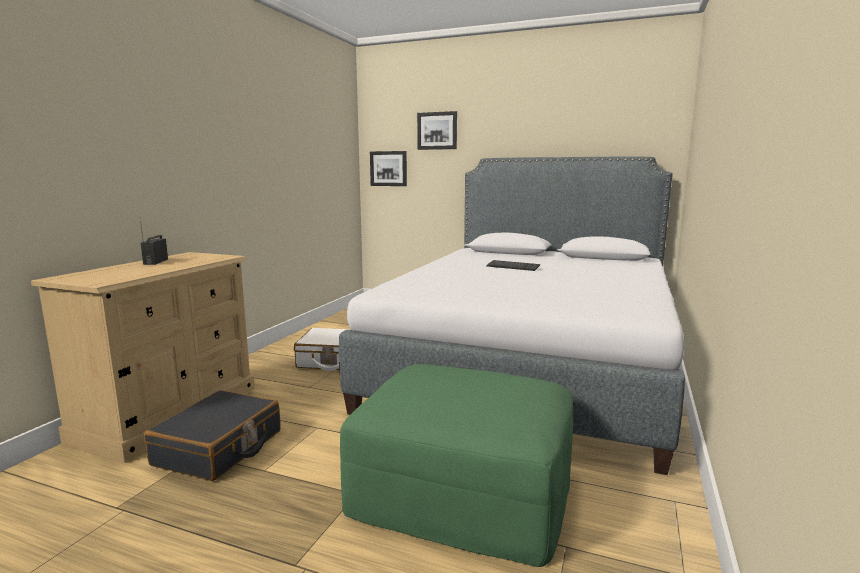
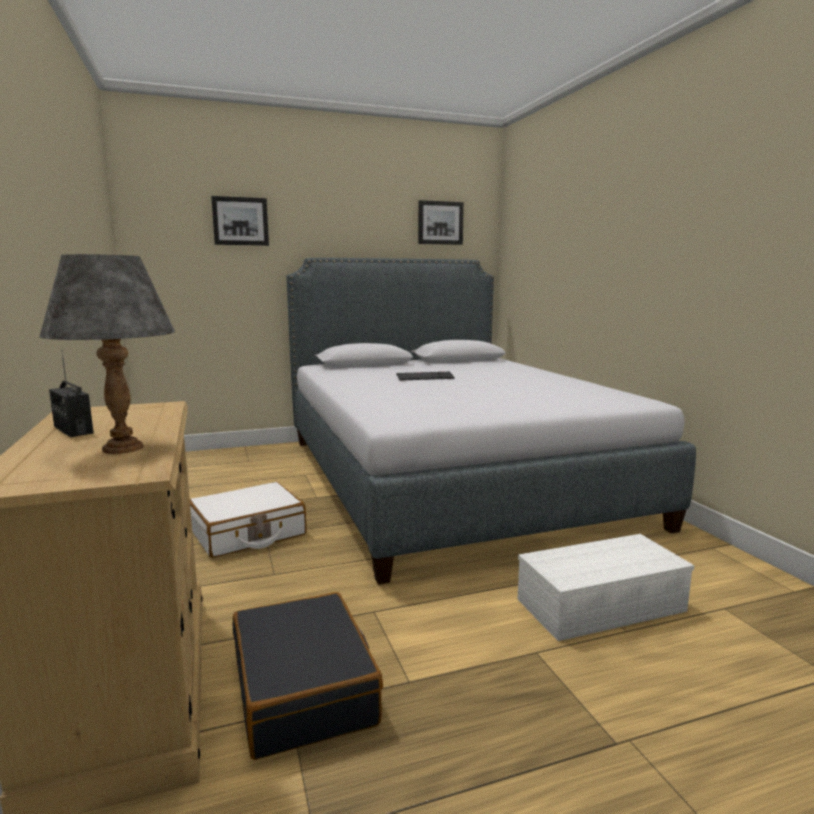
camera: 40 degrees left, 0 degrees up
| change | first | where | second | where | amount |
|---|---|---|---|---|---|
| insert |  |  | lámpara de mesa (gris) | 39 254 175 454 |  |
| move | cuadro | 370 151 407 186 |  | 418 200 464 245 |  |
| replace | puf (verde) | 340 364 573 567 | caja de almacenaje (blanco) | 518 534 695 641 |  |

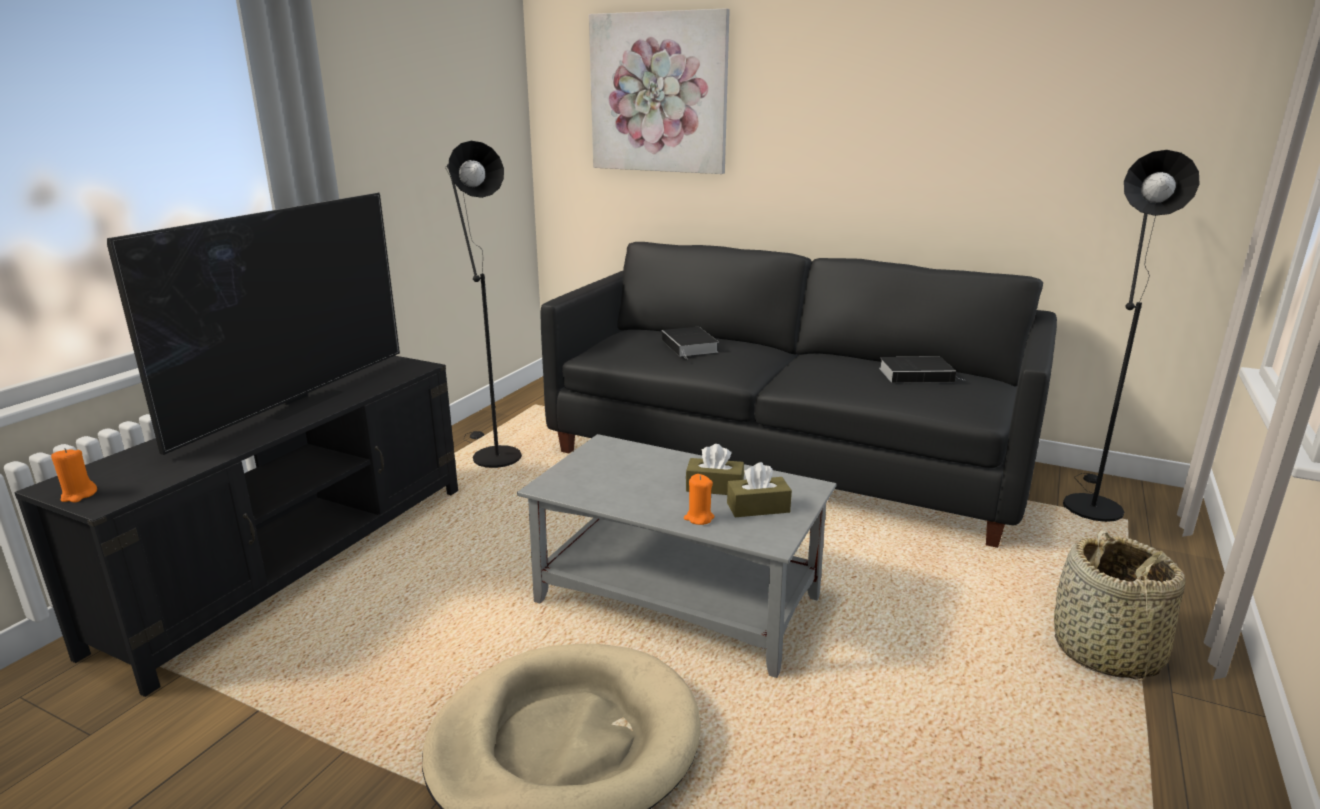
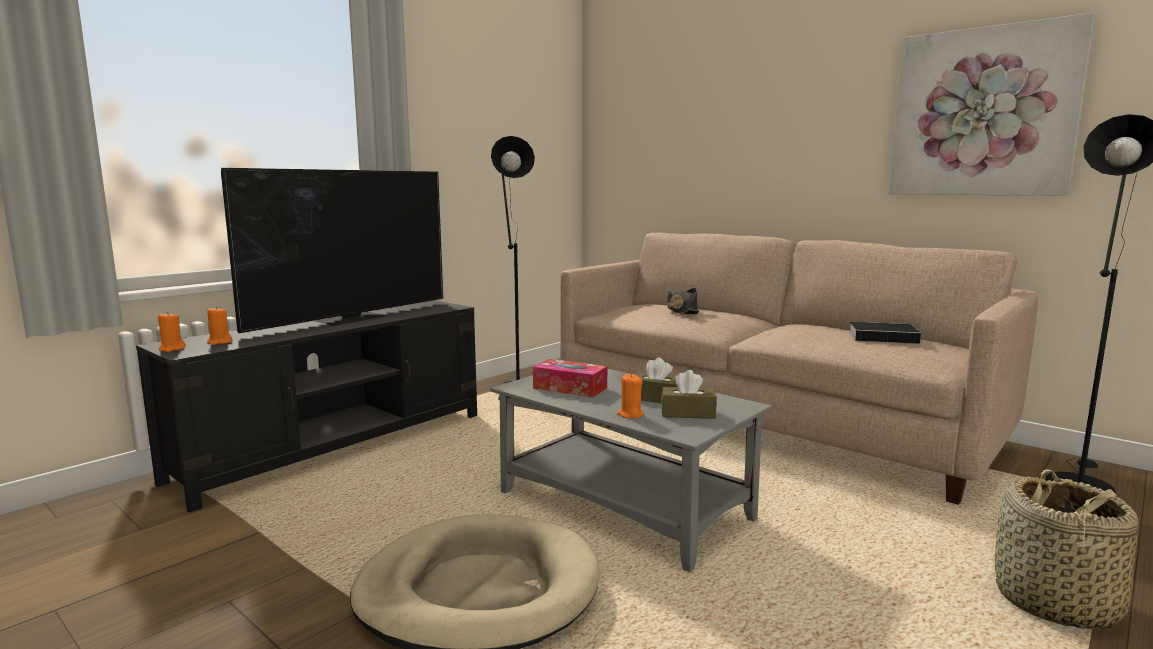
camera: 15 degrees right, 10 degrees down
| change | first | where | second | where | amount |
|---|---|---|---|---|---|
| insert |  |  | vela (naranja) | 207 307 232 345 |  |
| insert |  |  | caja de pañuelos | 533 359 607 397 |  |
| move | cuadro | 589 8 730 174 |  | 889 13 1095 196 |  |
| replace | libro | 661 327 719 359 | sombrero (negro) | 667 288 699 314 |  |
| recolor | sofá (negro) | 540 242 1057 548 | sofá (beis) | 560 233 1038 505 |  |

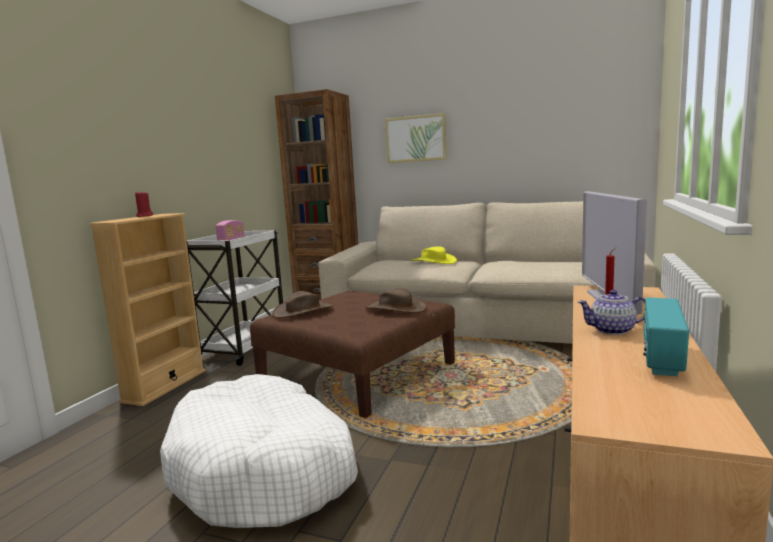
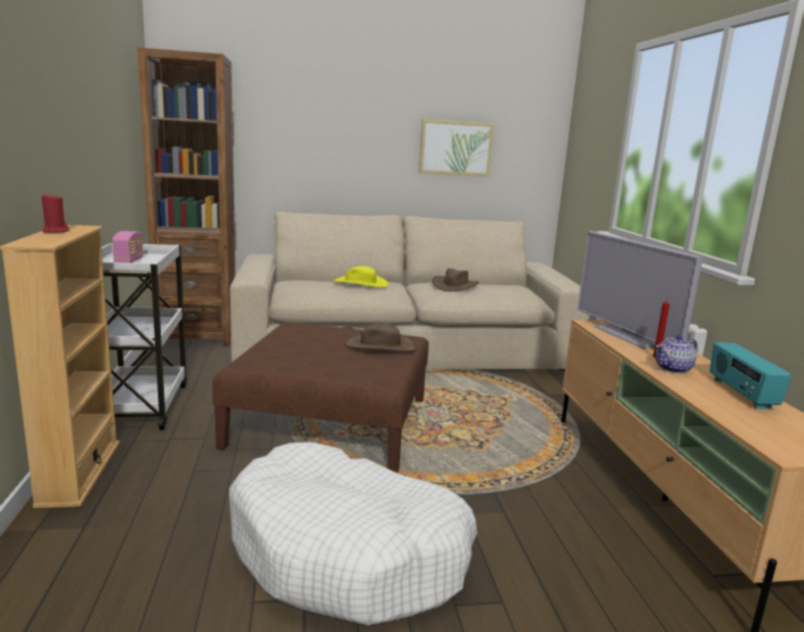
camera: 30 degrees left, 5 degrees up
| change | first | where | second | where | amount |
|---|---|---|---|---|---|
| move | sombrero (marrón) | 272 291 333 318 |  | 432 268 479 291 |  |
| move | cuadro | 385 113 447 163 |  | 419 119 494 176 |  |

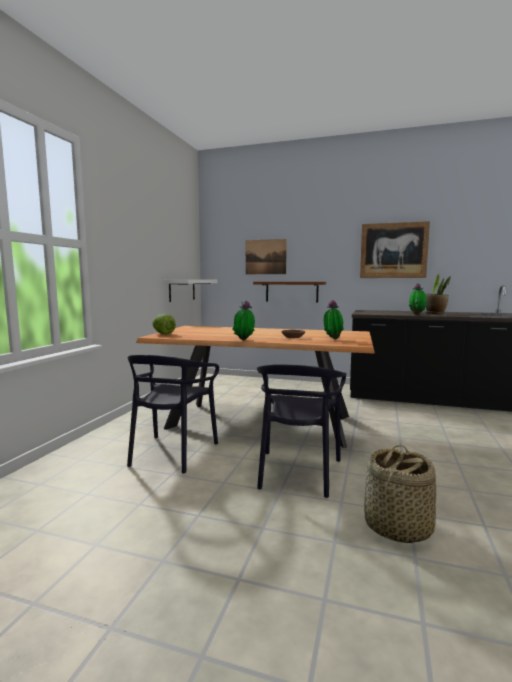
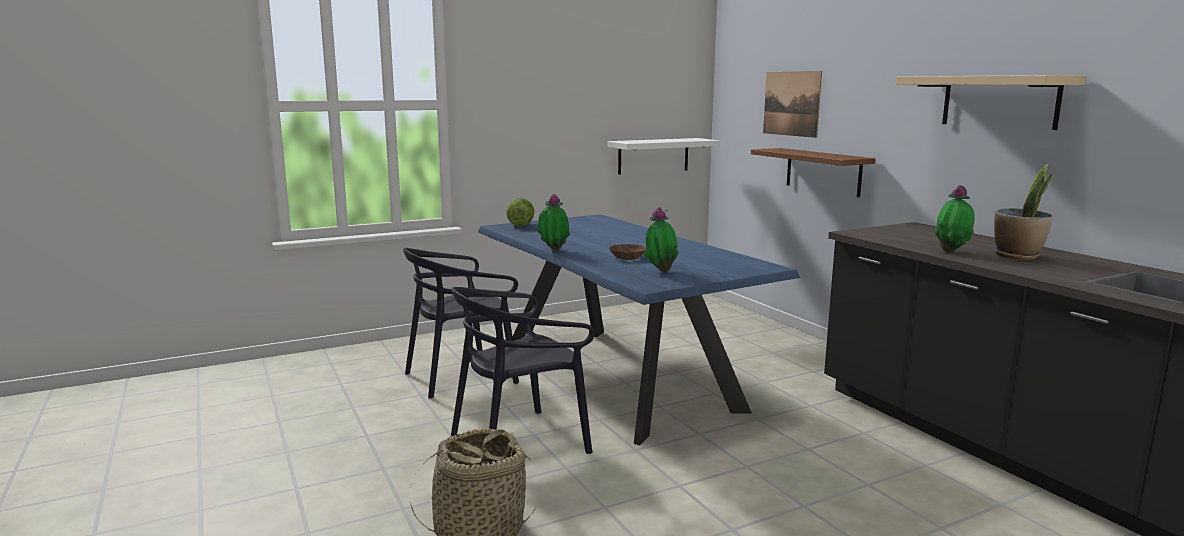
camera: 45 degrees right, 5 degrees up
| change | first | where | second | where | amount |
|---|---|---|---|---|---|
| replace | cuadro | 360 221 430 278 | estante (beis) | 896 75 1086 130 |  |
| recolor | mesa de comedor (marrón) | 136 326 375 448 | mesa de comedor (azul) | 478 214 800 445 |  |

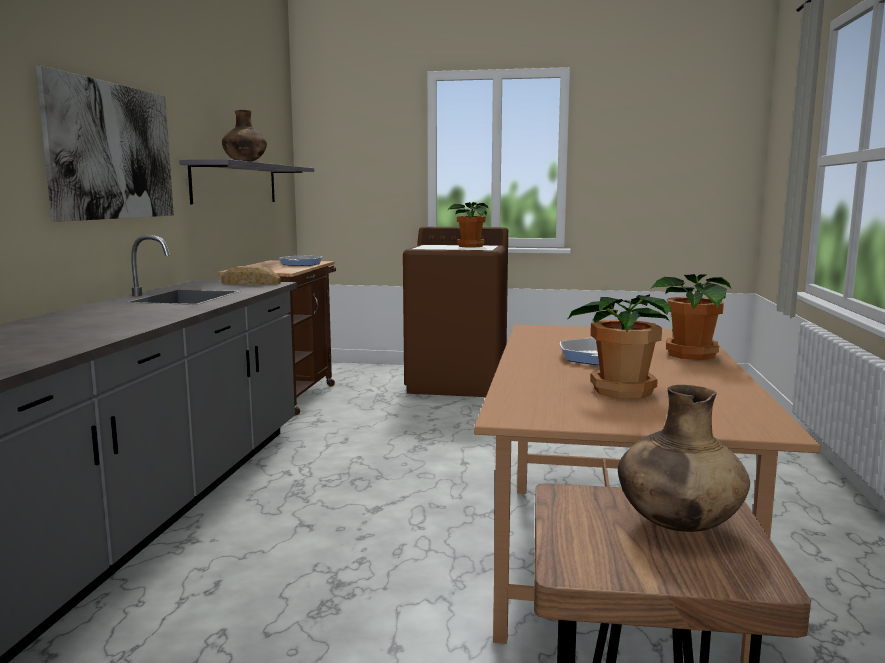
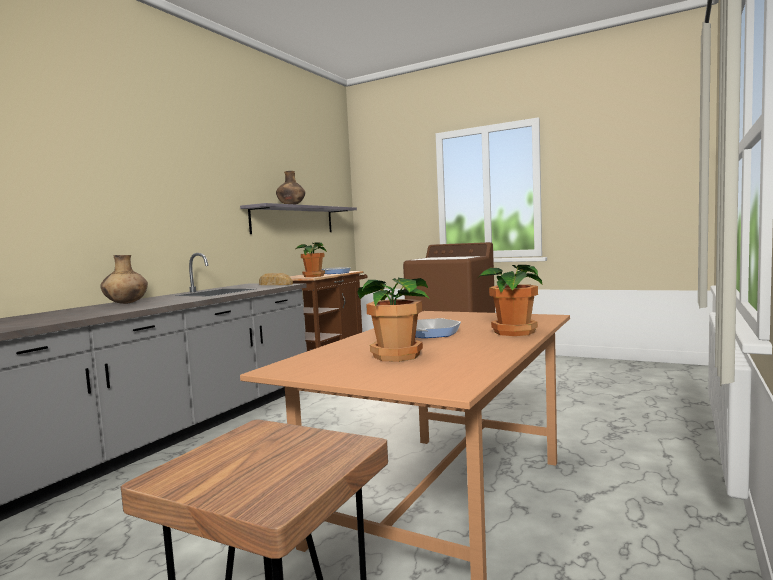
camera: 20 degrees right, 5 degrees down
| change | first | where | second | where | amount |
|---|---|---|---|---|---|
| delete | cuadro | 36 65 174 222 |  |  |  |
| move | planta en maceta | 448 202 489 247 |  | 295 242 327 277 |  |
| move | florero (marrón) | 618 385 750 532 |  | 100 255 148 304 |  |

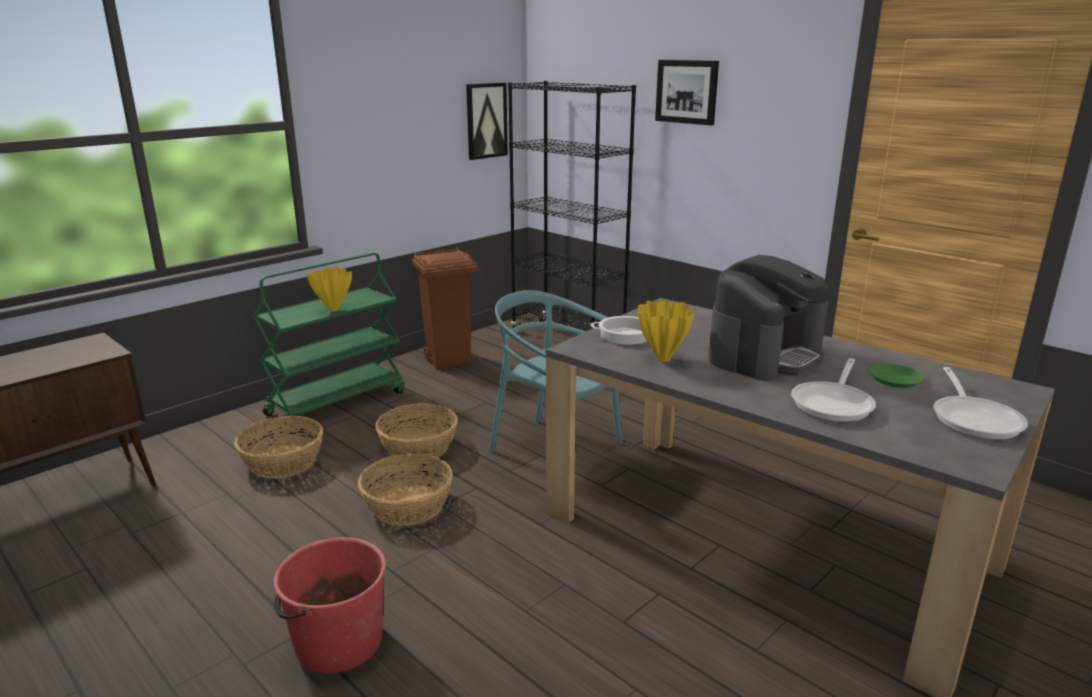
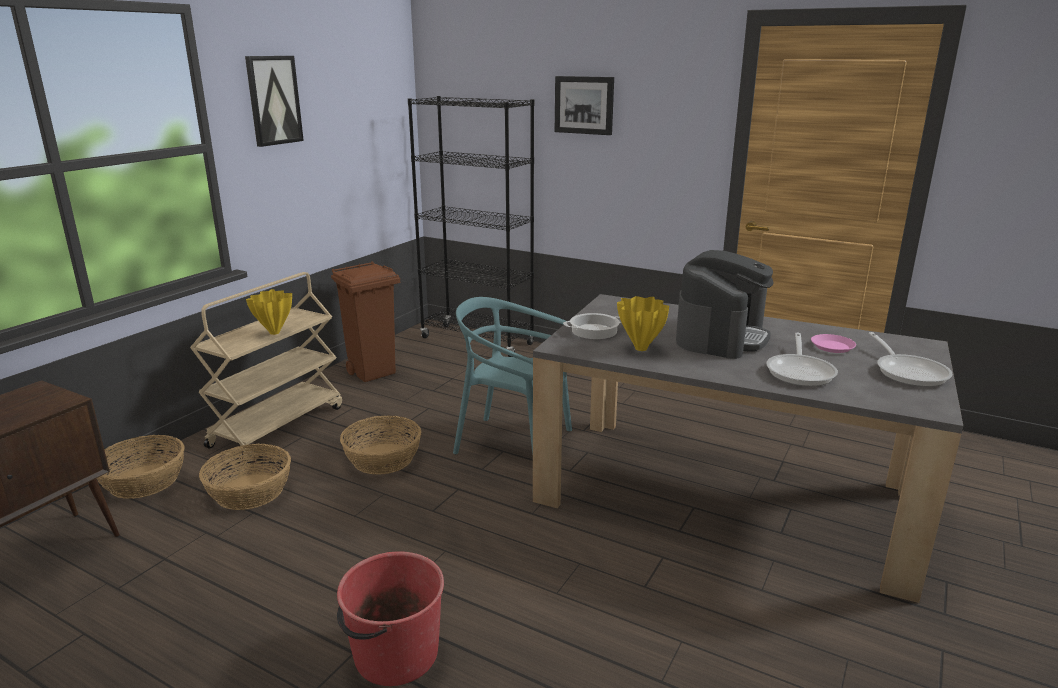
camera: 15 degrees left, 0 degrees up
| change | first | where | second | where | amount |
|---|---|---|---|---|---|
| move | cesta | 358 453 453 525 |  | 96 435 185 499 |  |
| move | cuadro | 466 83 508 160 |  | 245 56 304 147 |  |
| recolor | carrito (verde) | 253 252 405 427 | carrito (beis) | 190 272 342 461 |  |
| recolor | plato (verde) | 869 364 924 388 | plato (rosa) | 811 334 856 353 |  |

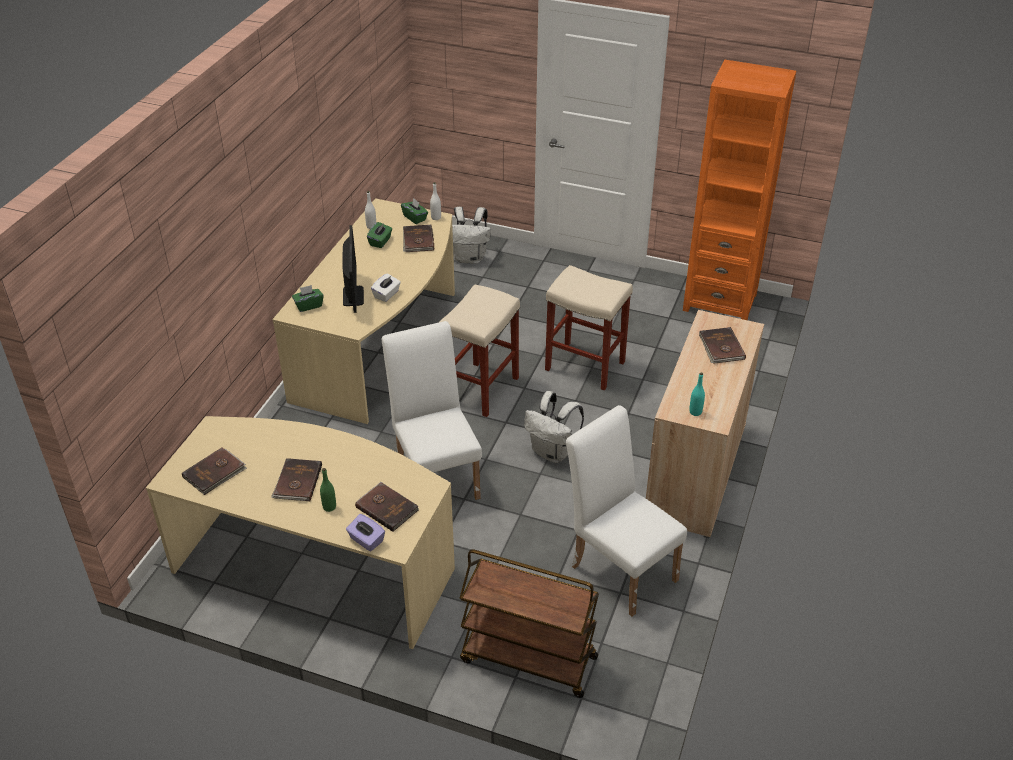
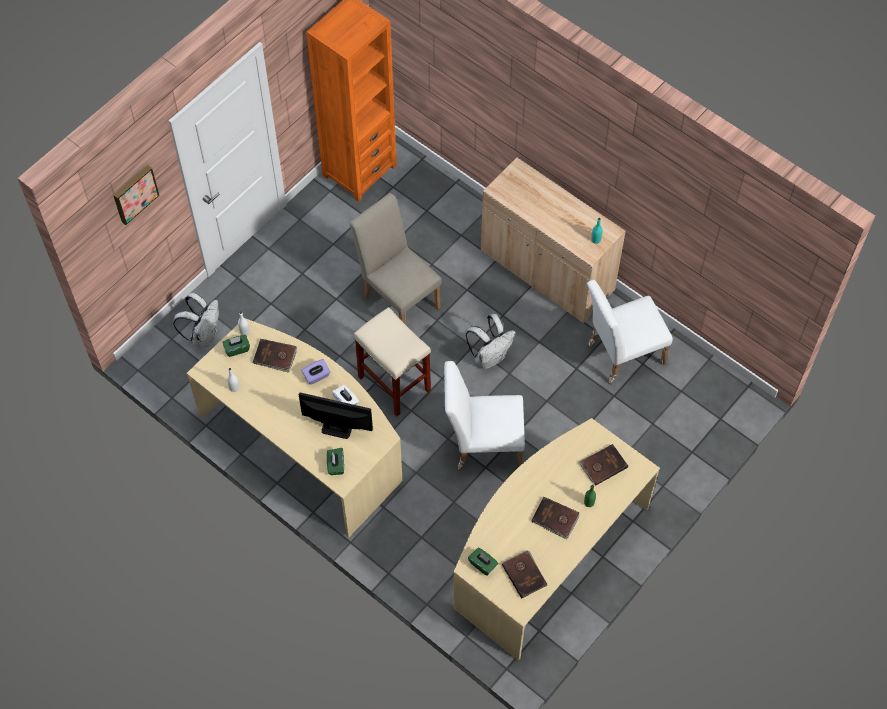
camera: 70 degrees left, 20 degrees up
| change | first | where | second | where | amount |
|---|---|---|---|---|---|
| delete | carrito (marrón) | 459 549 599 698 |  |  |  |
| delete | libro (marrón) | 699 327 746 364 |  |  |  |
| insert |  |  | cuadro | 113 165 160 225 |  |
| move | caja de pañuelos (morado) | 346 514 385 551 |  | 301 359 330 385 |  |
| move | caja de pañuelos (verde) | 367 222 392 248 |  | 468 548 498 576 |  |
| replace | taburete (beis) | 545 265 633 391 | silla (beis) | 350 193 441 325 |  |

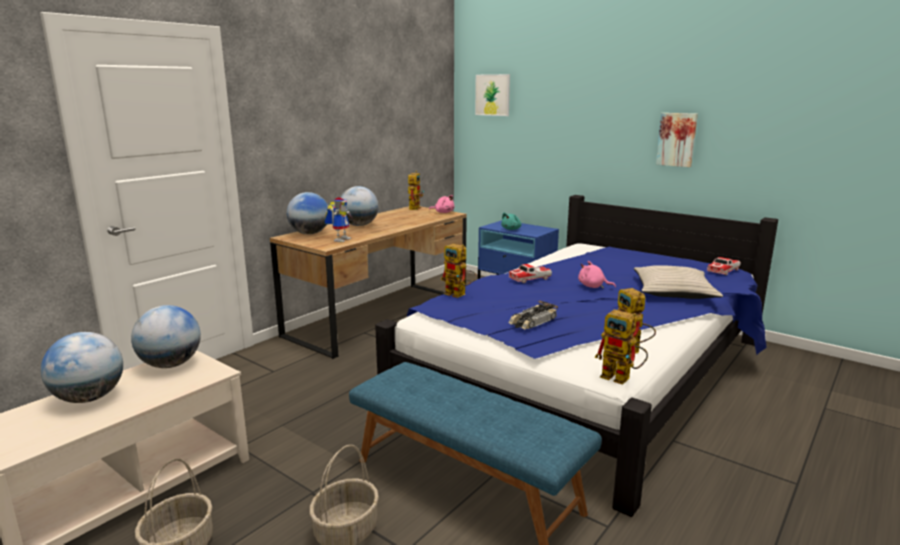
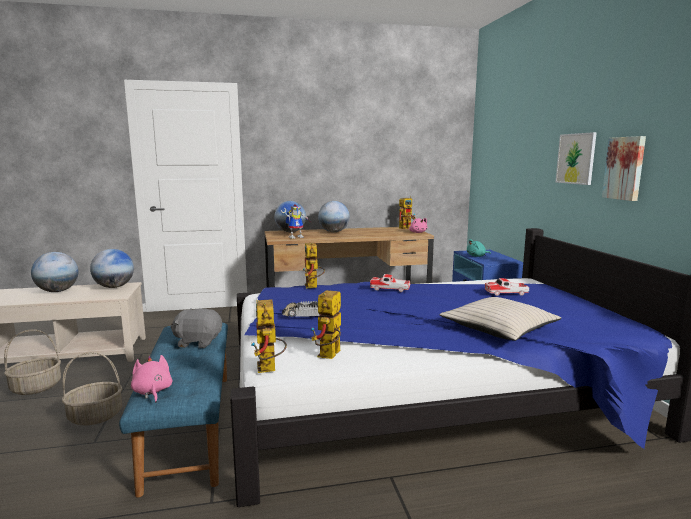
camera: 40 degrees right, 5 degrees down
| change | first | where | second | where | amount |
|---|---|---|---|---|---|
| insert |  |  | peluche (gris) | 171 308 222 348 |  |
| move | cuadro | 475 74 510 116 |  | 556 132 597 185 |  |
| move | peluche (rosa) | 578 261 616 288 |  | 131 355 172 403 |  |
| move | coche de juguete | 707 257 741 275 |  | 485 278 529 296 |  |

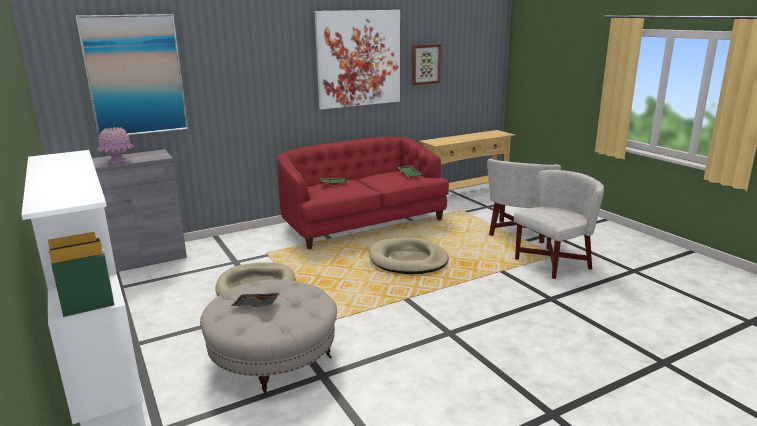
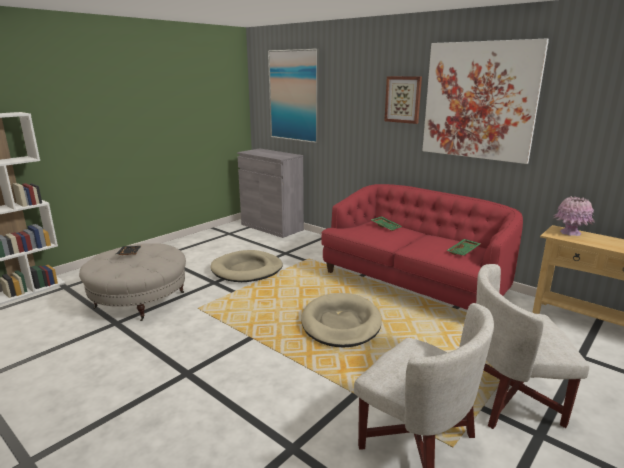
camera: 70 degrees right, 0 degrees up
| change | first | where | second | where | amount |
|---|---|---|---|---|---|
| move | florero (rosa) | 97 127 134 164 |  | 554 196 595 236 |  |
| move | cuadro | 412 44 441 85 |  | 384 76 422 124 |  |

